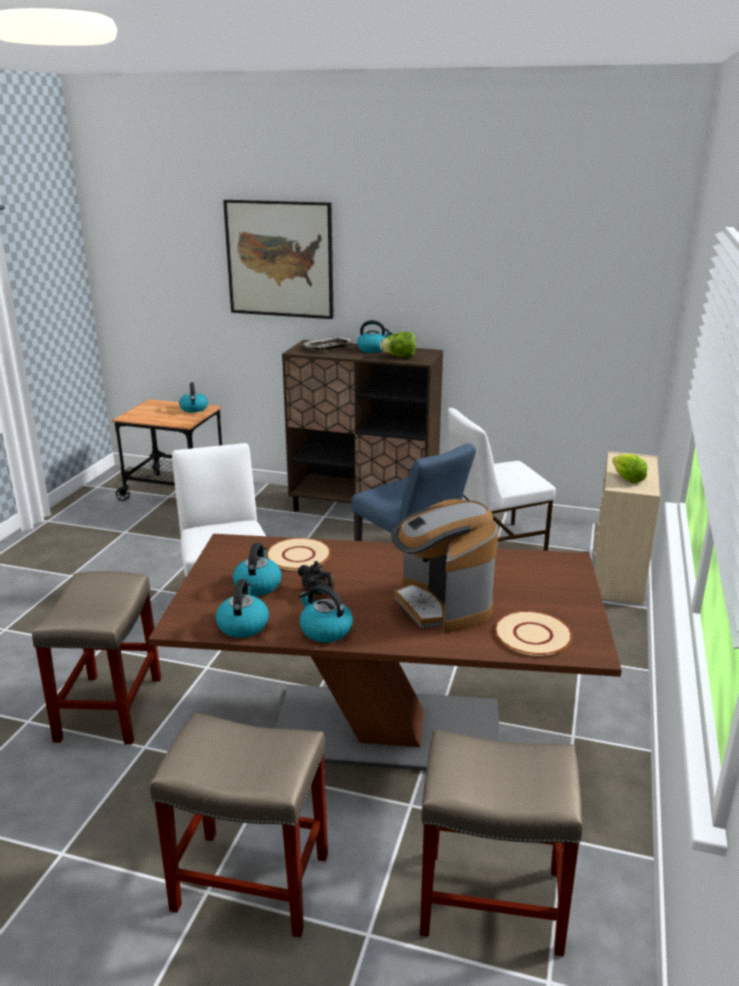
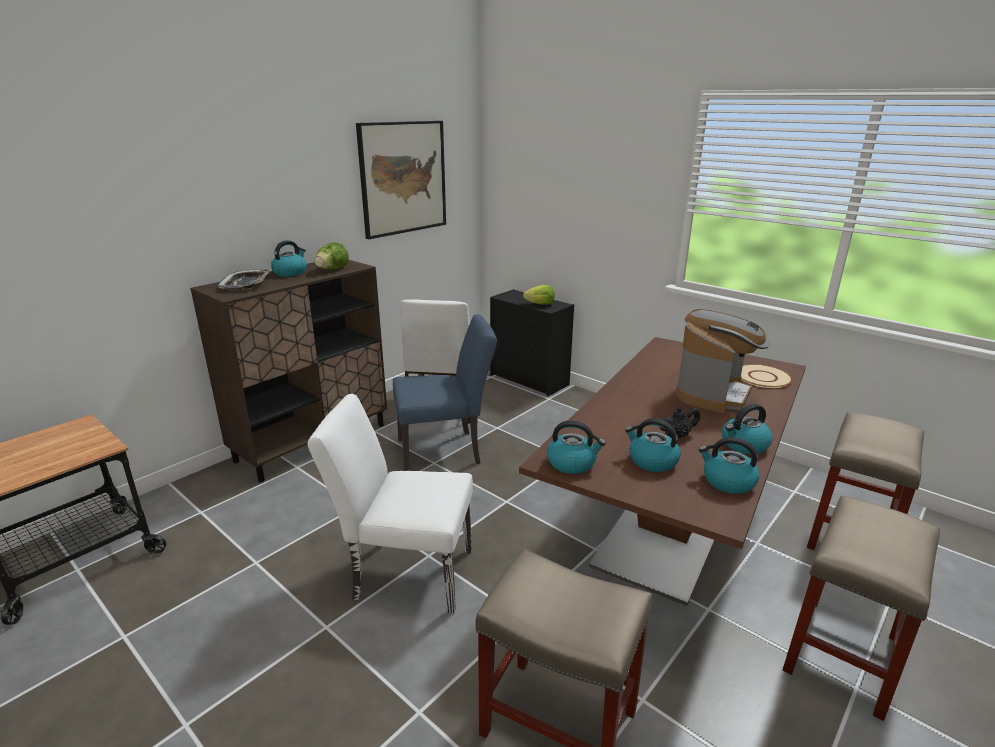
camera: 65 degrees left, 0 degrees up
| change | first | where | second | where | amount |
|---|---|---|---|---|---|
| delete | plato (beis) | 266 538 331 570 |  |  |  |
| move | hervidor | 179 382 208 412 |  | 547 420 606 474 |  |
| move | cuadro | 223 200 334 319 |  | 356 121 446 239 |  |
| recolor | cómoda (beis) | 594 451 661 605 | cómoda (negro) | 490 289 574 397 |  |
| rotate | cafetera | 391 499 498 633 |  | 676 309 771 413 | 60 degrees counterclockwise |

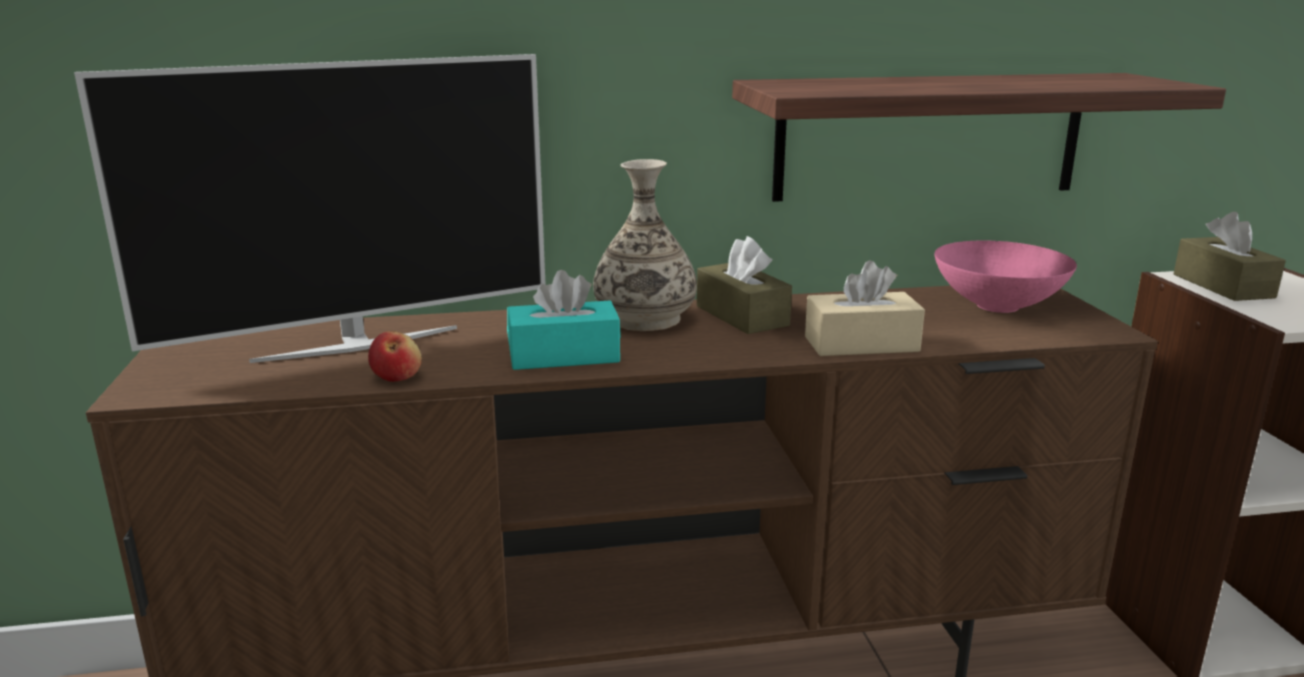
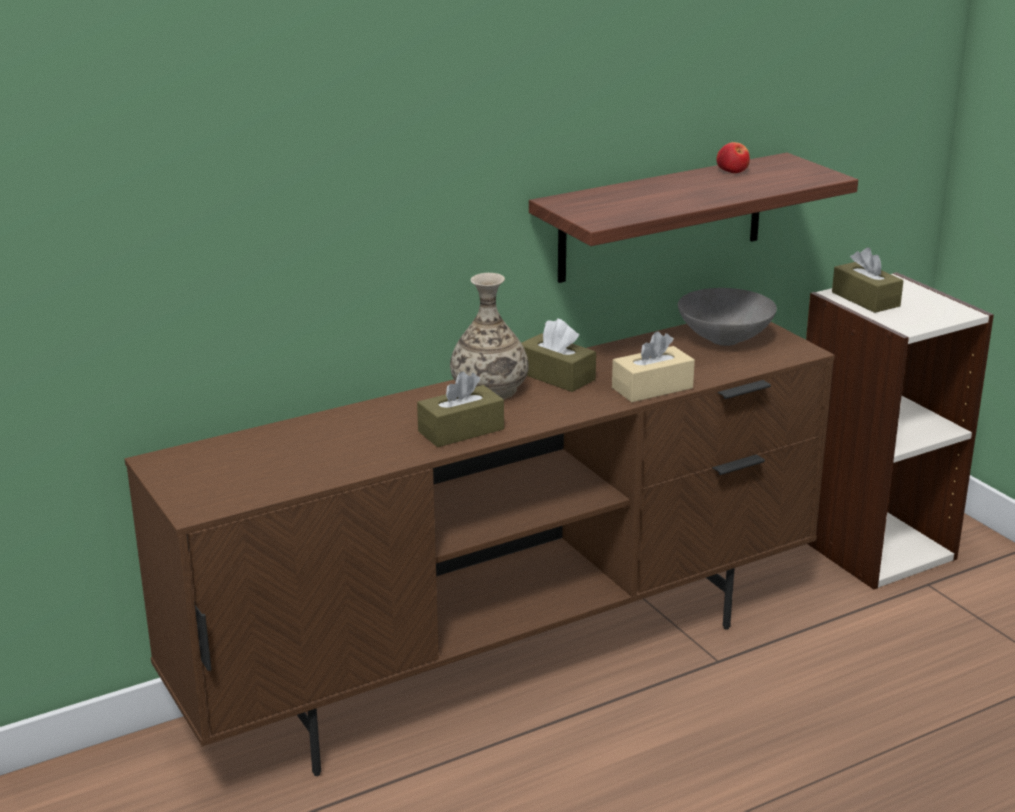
camera: 20 degrees left, 5 degrees up
| change | first | where | second | where | amount |
|---|---|---|---|---|---|
| delete | televisor | 74 54 546 363 |  |  |  |
| move | manzana | 368 331 422 382 |  | 716 142 750 173 |  |
| recolor | caja de pañuelos (turquesa) | 507 270 621 370 | caja de pañuelos (marrón) | 417 371 504 447 |  |
| recolor | cuenco (rosa) | 935 240 1077 313 | cuenco (gris) | 678 288 777 346 |  |

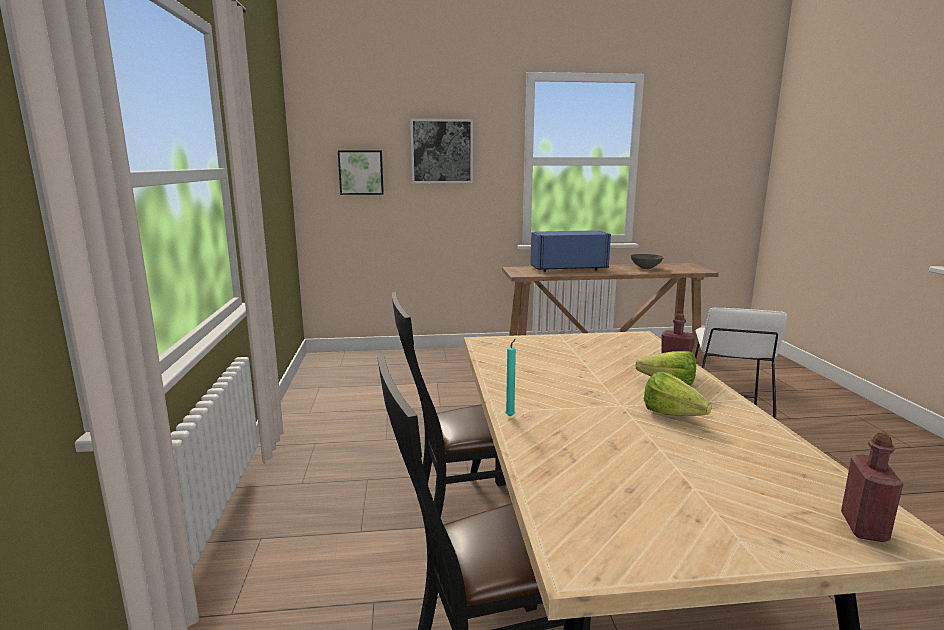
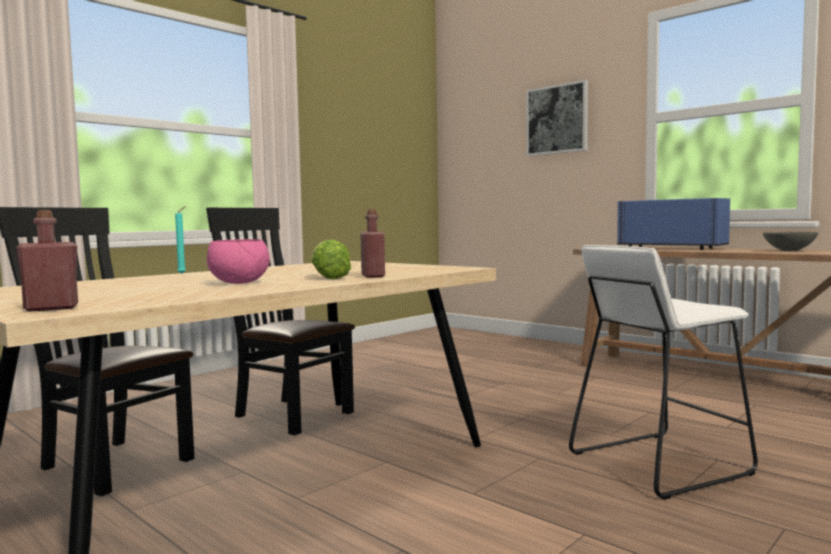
camera: 50 degrees right, 10 degrees down
| change | first | where | second | where | amount |
|---|---|---|---|---|---|
| delete | cuadro | 338 150 384 195 |  |  |  |
| replace | lechuga | 643 372 712 416 | cuenco (rosa) | 207 239 270 284 |  |

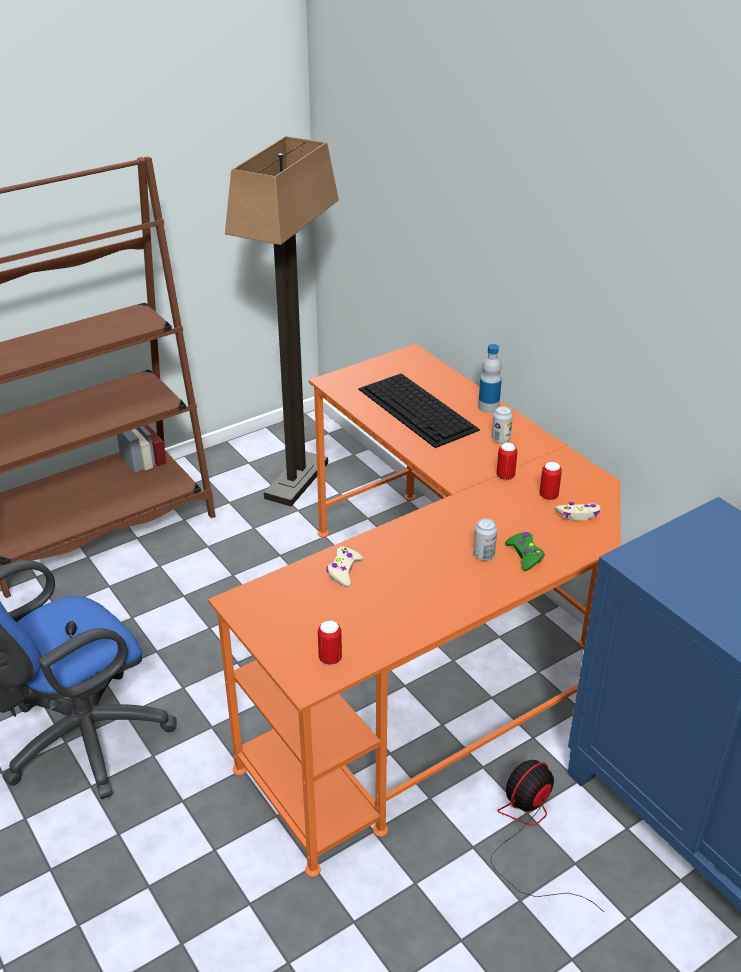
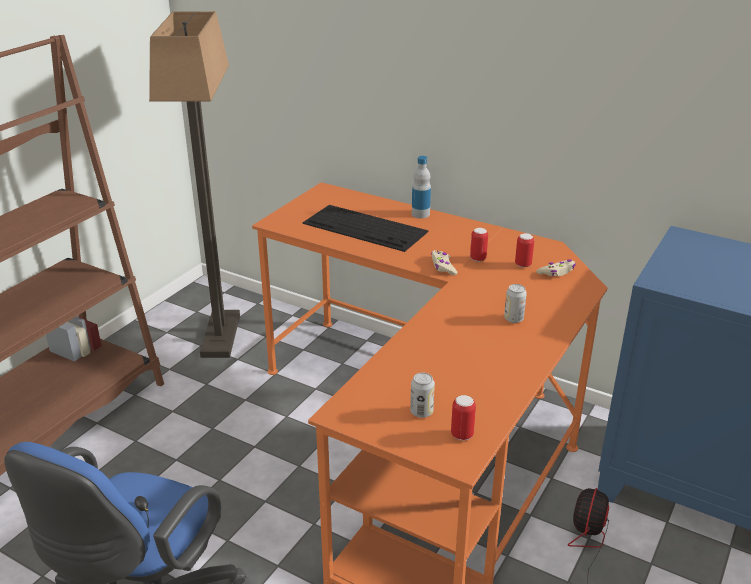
camera: 25 degrees left, 5 degrees down
| change | first | where | second | where | amount |
|---|---|---|---|---|---|
| delete | mando de consola (verde) | 505 532 545 571 |  |  |  |
| move | mando de consola (beis) | 326 546 363 587 |  | 431 250 457 275 |  |
| move | lata | 492 406 513 444 |  | 410 372 435 418 |  |

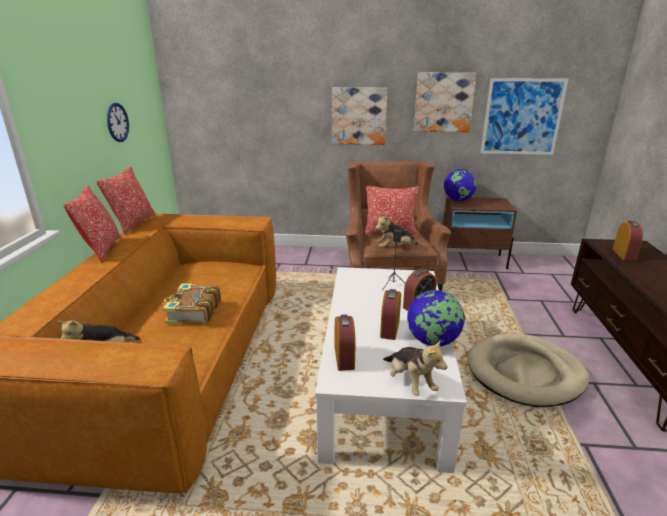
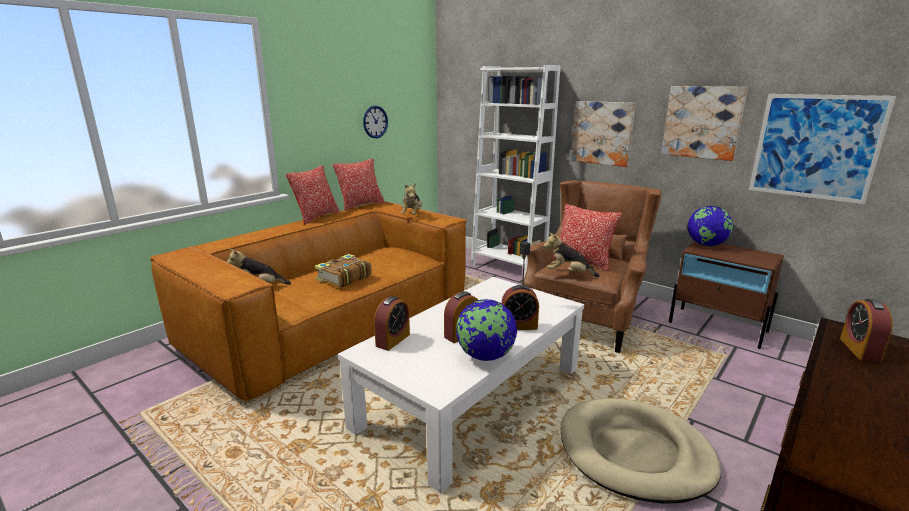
camera: 35 degrees right, 5 degrees down
| change | first | where | second | where | amount |
|---|---|---|---|---|---|
| insert |  |  | estantería (blanco) | 471 65 560 277 |  |
| move | peluche | 383 339 448 396 |  | 401 183 422 215 |  |
| rotate | despertador | 613 221 643 261 |  | 840 299 893 362 | 150 degrees clockwise |

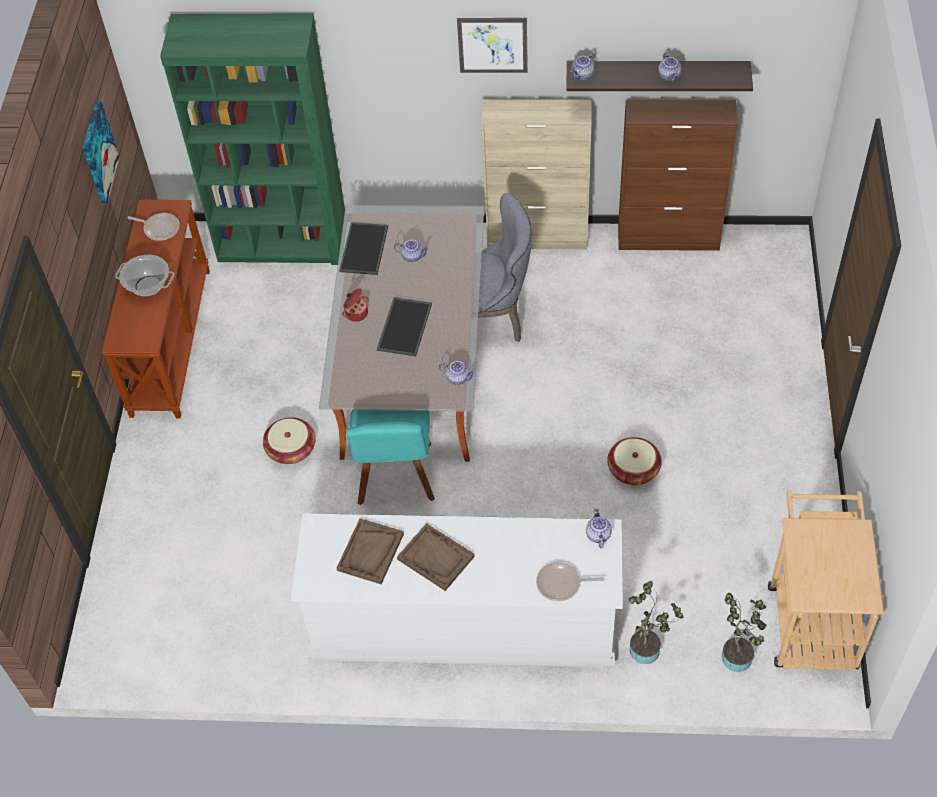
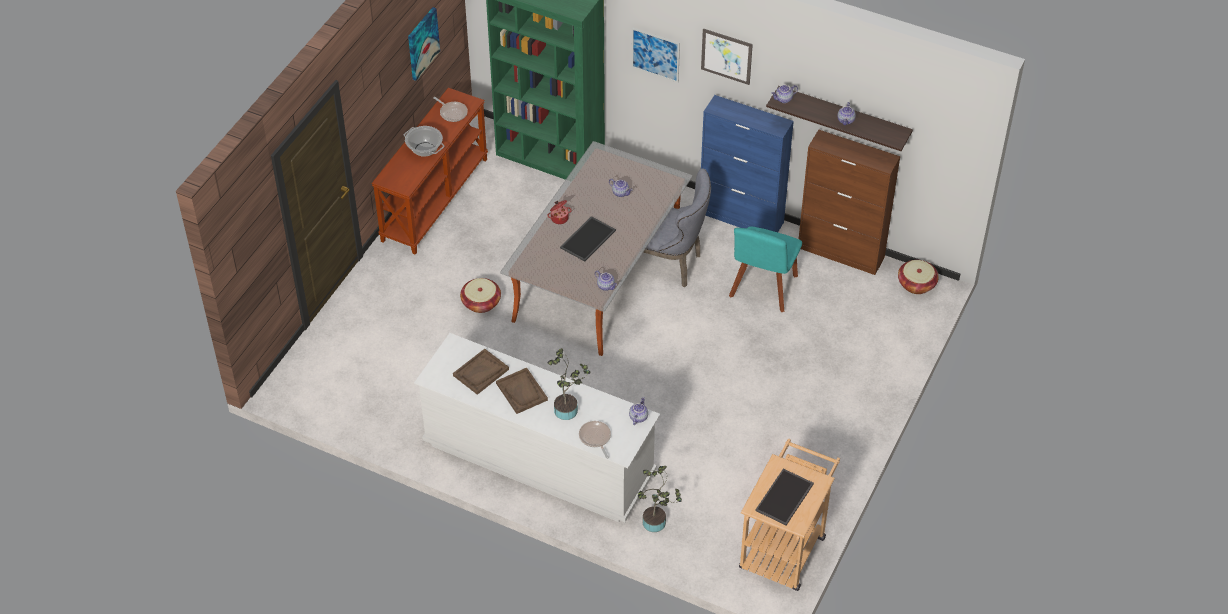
camera: 20 degrees right, 5 degrees down
| change | first | where | second | where | amount |
|---|---|---|---|---|---|
| insert |  |  | cuadro | 631 27 680 83 |  |
| move | bandeja | 339 222 388 275 |  | 755 469 814 526 |  |
| move | silla (turquesa) | 346 410 435 505 |  | 729 227 802 312 |  |
| move | cesta | 607 437 662 485 |  | 898 260 939 294 |  |
| move | planta en maceta | 722 593 767 672 |  | 548 348 590 420 |  |
| recolor | armario (beis) | 481 100 592 249 | armario (azul) | 701 95 794 232 |  |
| rotate | sartén | 536 562 604 601 |  | 579 421 611 459 | 45 degrees clockwise |

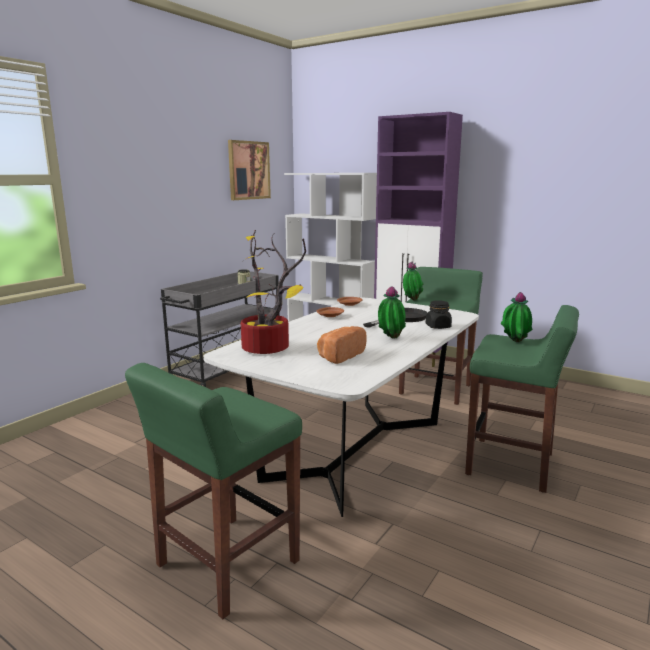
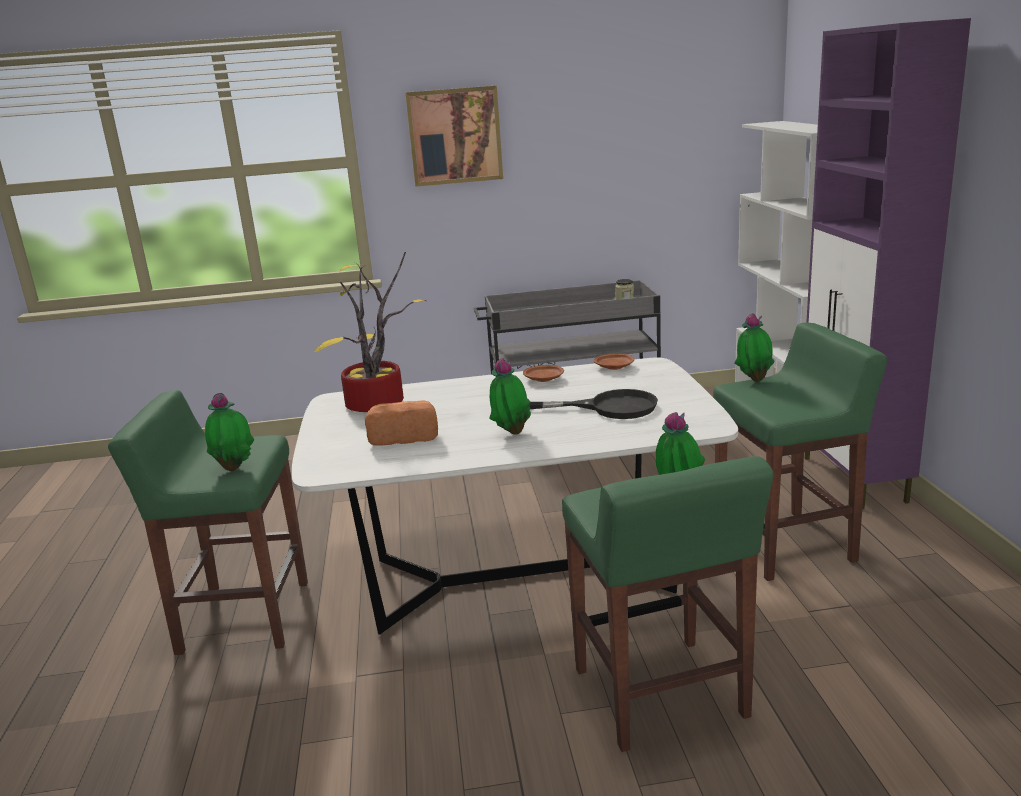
camera: 50 degrees right, 5 degrees up
| change | first | where | second | where | amount |
|---|---|---|---|---|---|
| delete | tarro (negro) | 426 300 452 329 |  |  |  |
| insert |  |  | planta en maceta | 205 393 254 471 |  |
| move | cuadro | 228 140 271 200 |  | 405 86 503 187 |  |

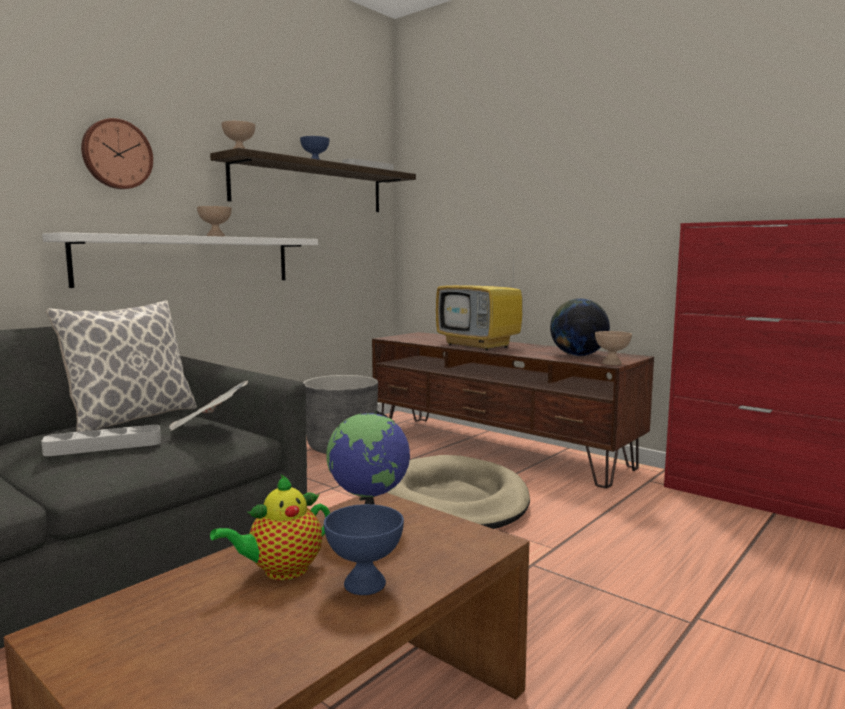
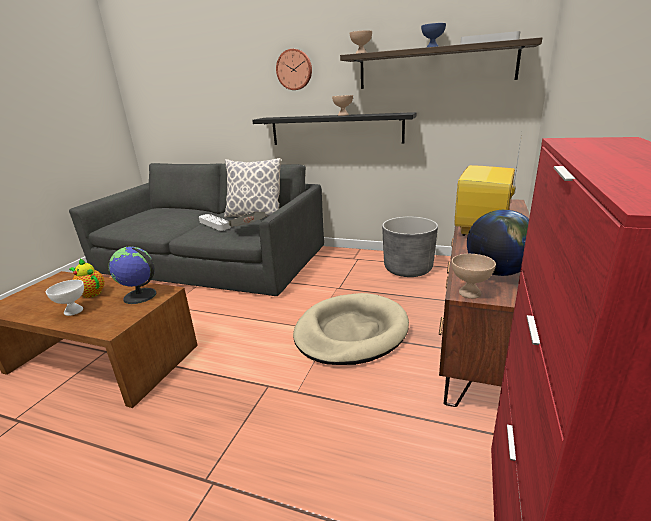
camera: 70 degrees right, 15 degrees up
| change | first | where | second | where | amount |
|---|---|---|---|---|---|
| recolor | estante (blanco) | 42 232 318 288 | estante (negro) | 252 112 416 145 |  |
| recolor | cuenco (azul) | 324 504 404 595 | cuenco (blanco) | 46 280 84 316 |  |

